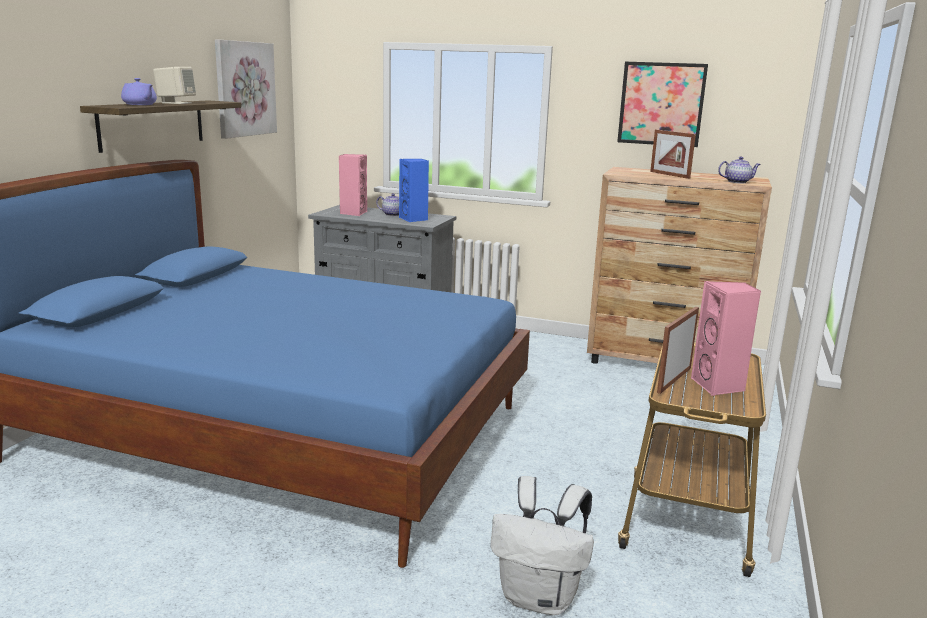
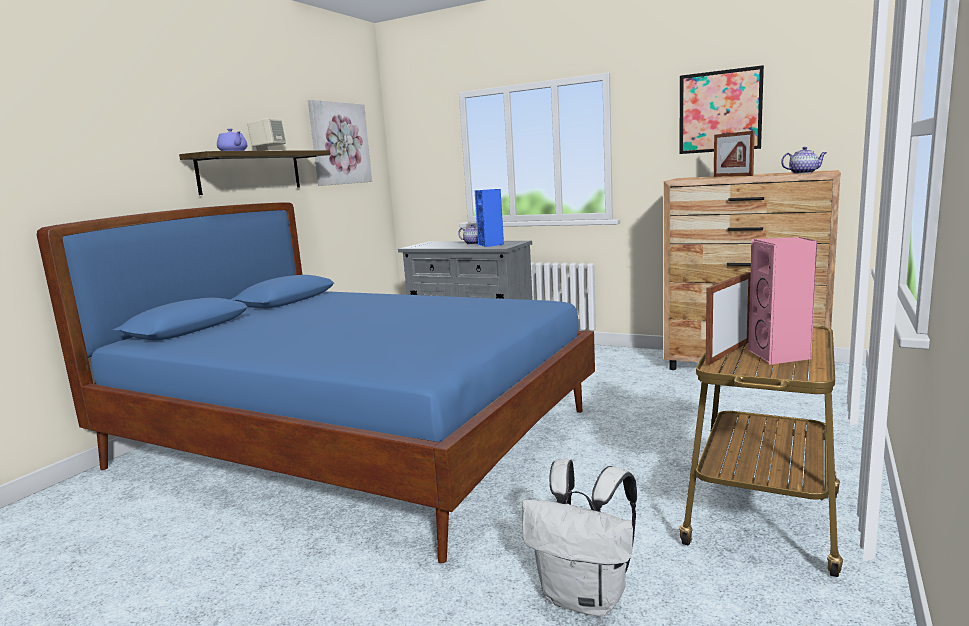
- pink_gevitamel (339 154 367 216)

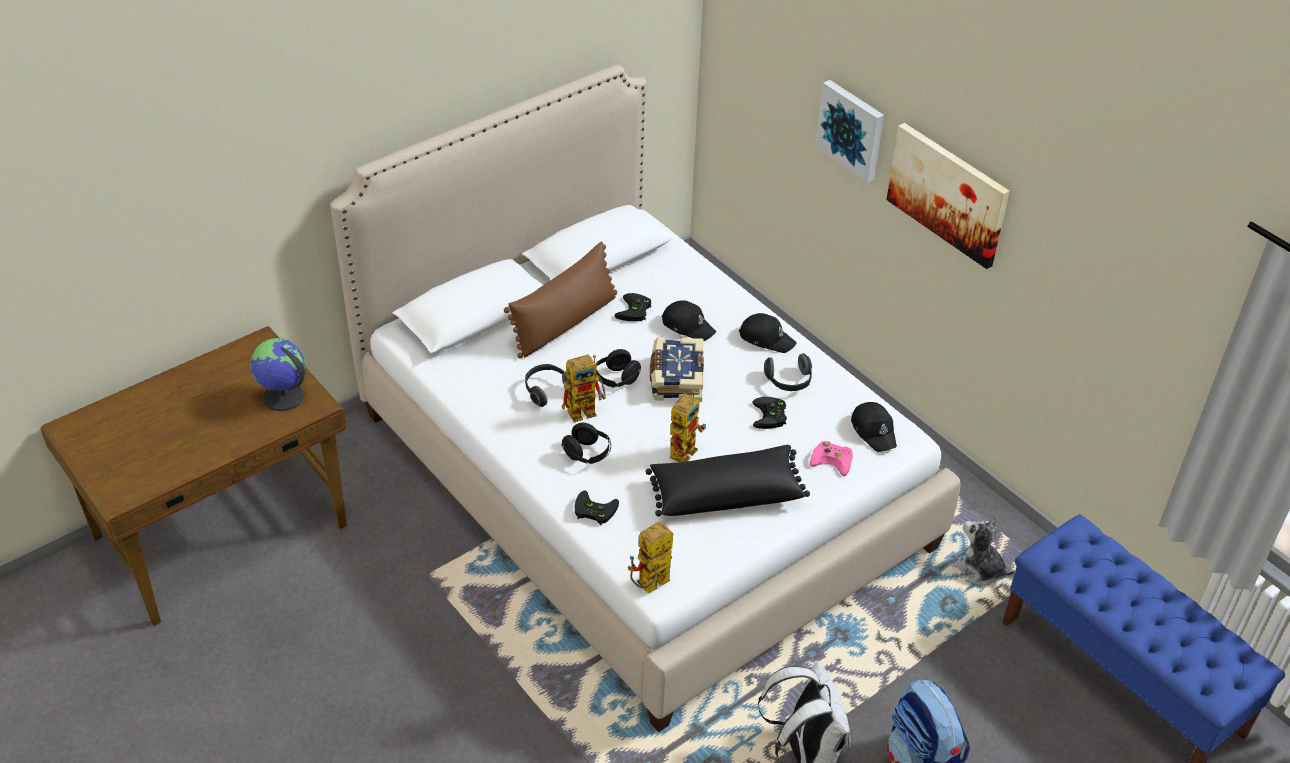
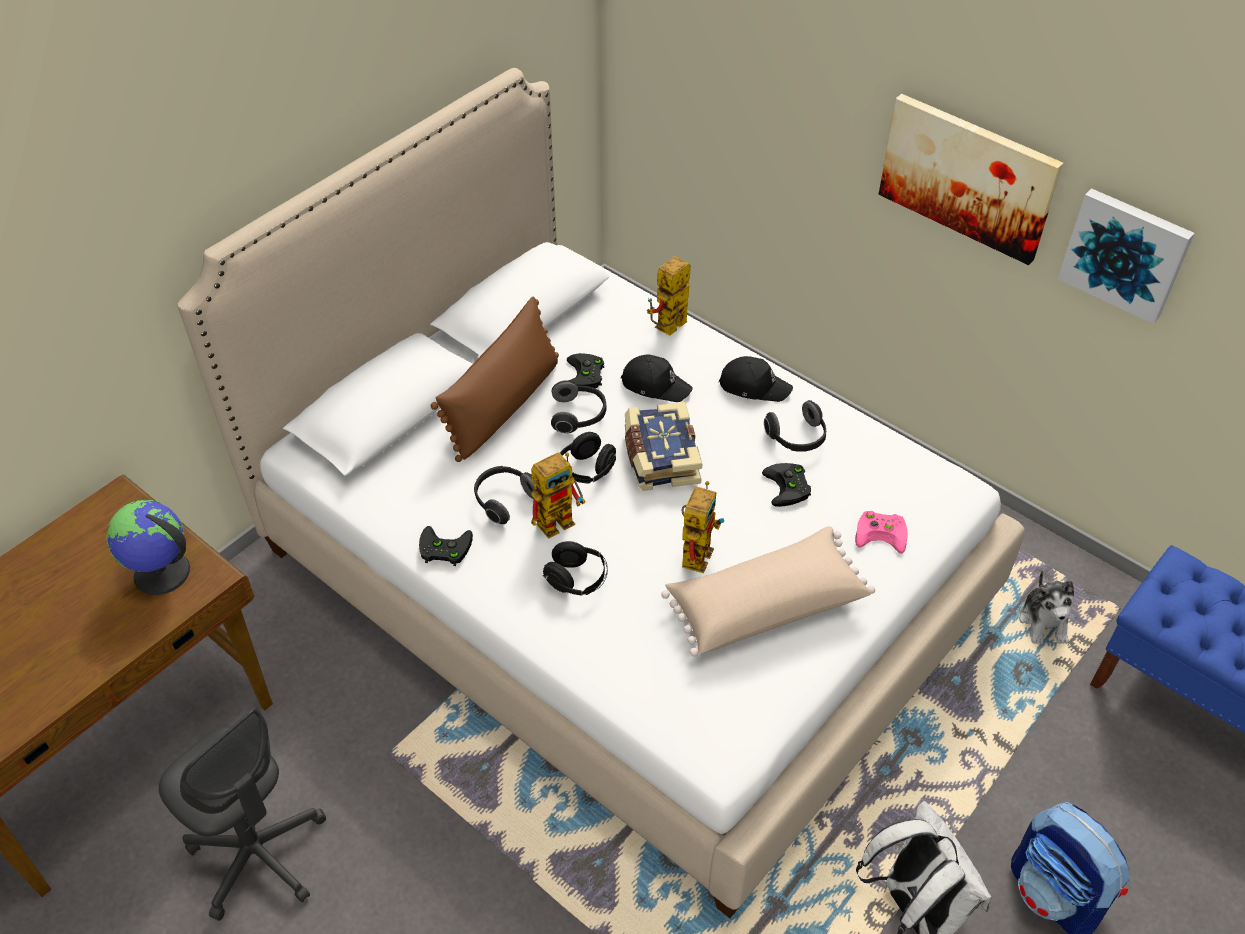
- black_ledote (851 402 897 452)
+ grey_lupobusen (159 708 326 921)
+ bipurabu (551 380 606 433)
~ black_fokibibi (575 490 619 525) to (419 526 473 566)
~ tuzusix (628 521 673 594) to (647 256 691 336)
~ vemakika (815 80 884 183) to (1057 188 1195 324)
~ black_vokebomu (646 445 810 517) to beige_vokebomu (661 526 875 656)
~ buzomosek (953 517 1015 586) = (1019 570 1074 644) 120 degrees counterclockwise

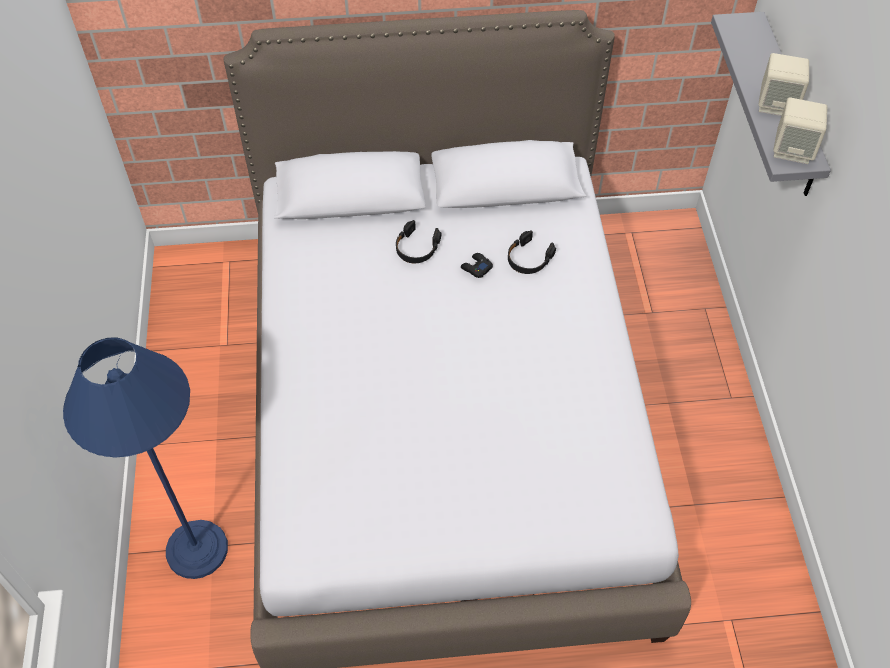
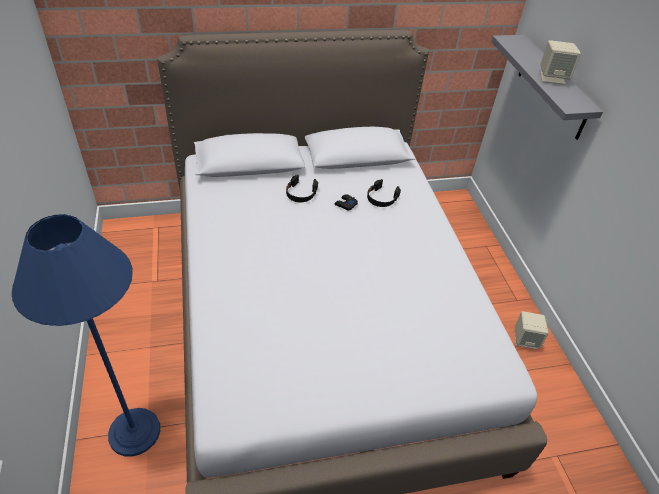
~ beige_gevitamel (773 97 827 164) to (515 311 548 349)

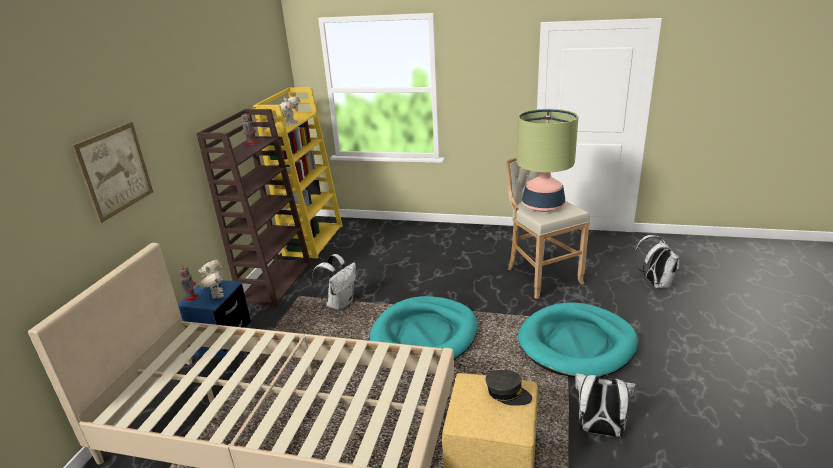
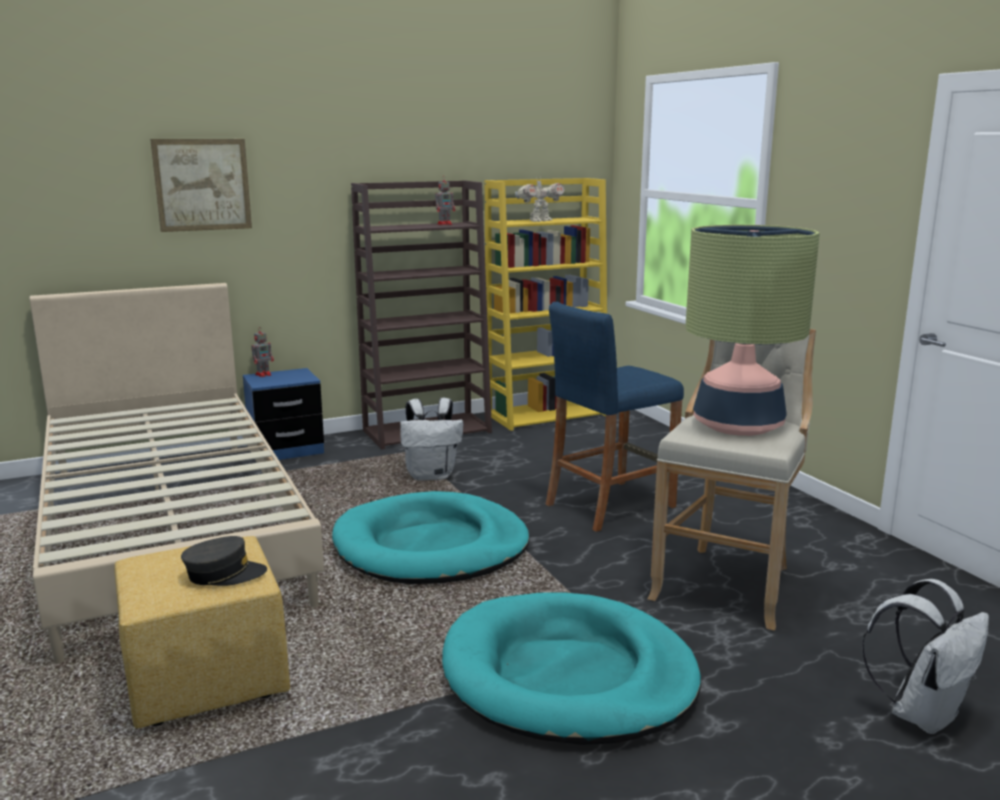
- tuzusix (198 260 224 299)
- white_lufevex (575 373 636 437)
+ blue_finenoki (545 302 684 532)
~ grey_ledote (486 370 532 406) = (181 536 267 586) 90 degrees counterclockwise

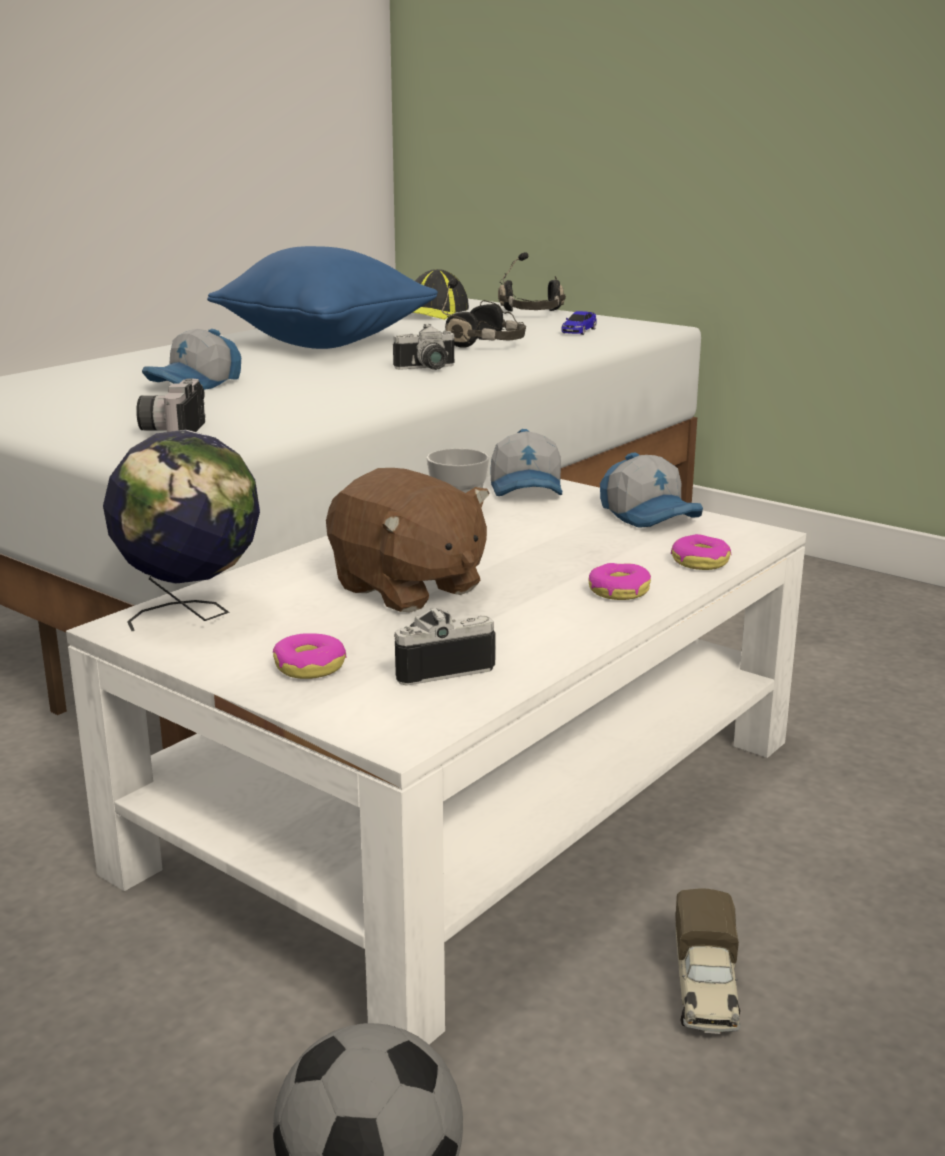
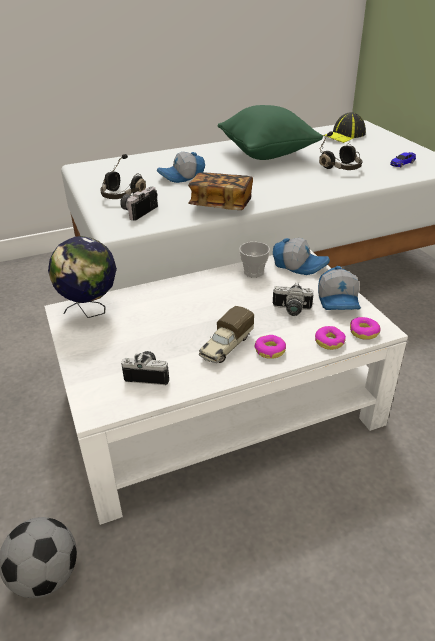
- brown_buzomosek (326 468 490 612)
+ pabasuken (188 172 253 210)
~ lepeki (273 633 346 679) to (350 317 381 340)
~ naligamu (393 324 454 370) to (273 282 313 316)
~ black_bipurabu (498 252 566 312) to (100 154 146 199)
~ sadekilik (675 888 741 1034) to (199 306 254 363)
~ blue_vokebomu (207 246 438 349) to green_vokebomu (218 105 323 160)
~ ledote (490 429 562 496) = (273 238 330 275) 90 degrees counterclockwise

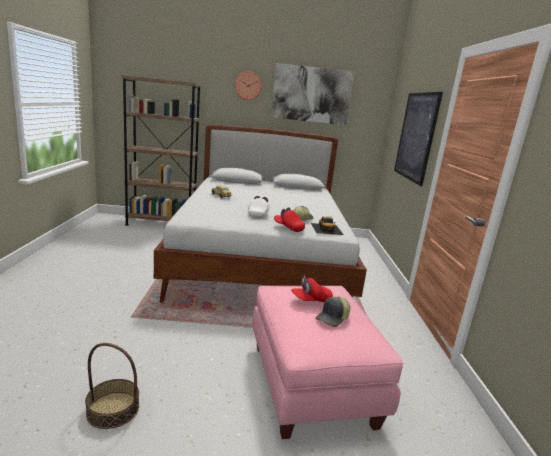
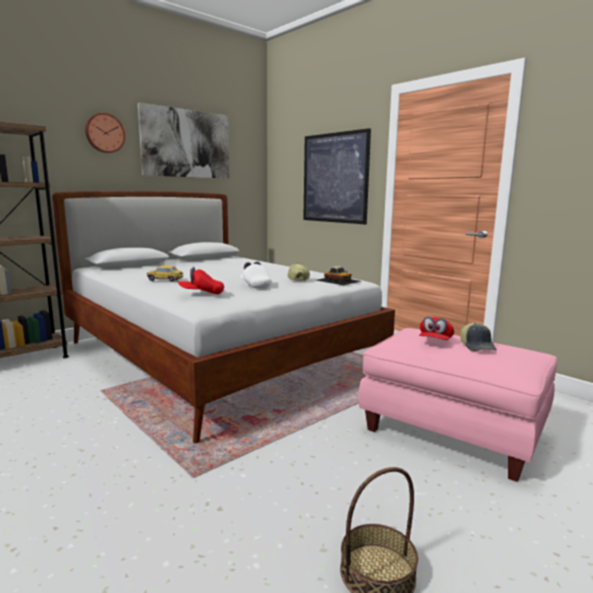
~ red_ledote (274 207 305 232) to (178 267 224 294)

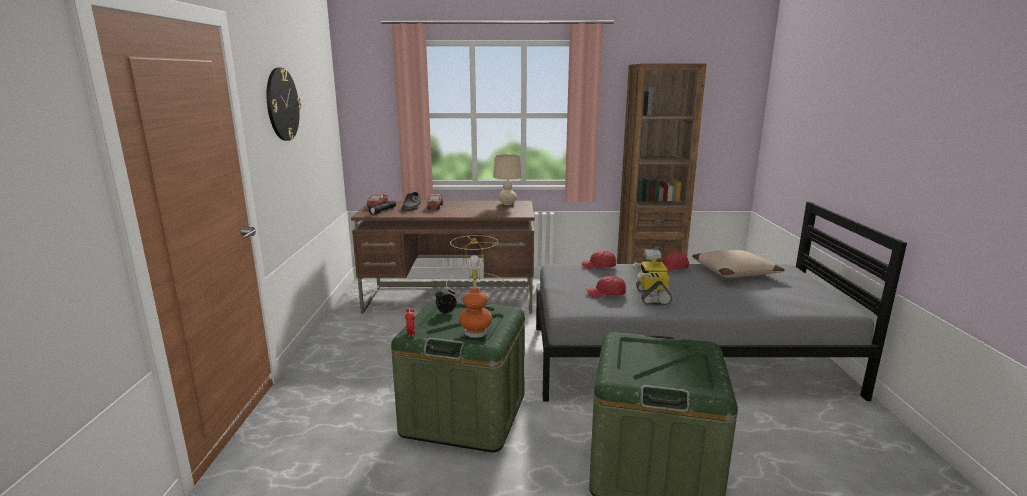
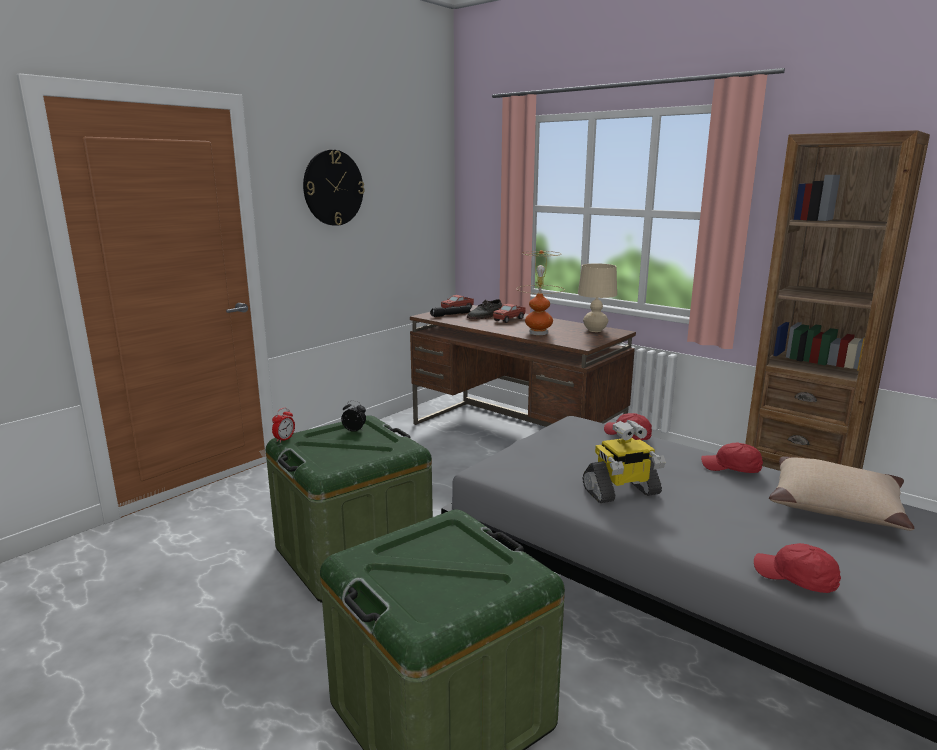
~ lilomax (446 235 504 338) to (516 250 565 335)
~ red_ledote (586 276 626 298) to (754 543 841 593)
~ tuzusix (633 249 672 305) = (583 420 666 503) 150 degrees counterclockwise

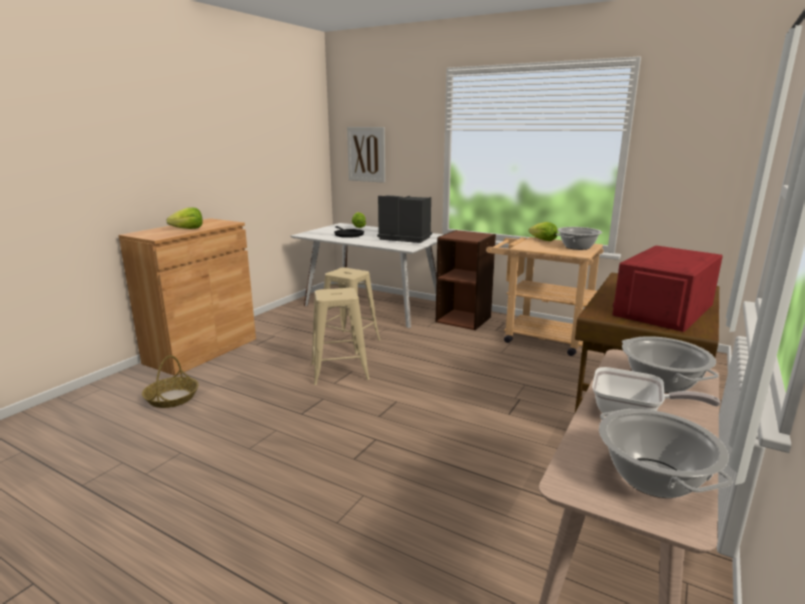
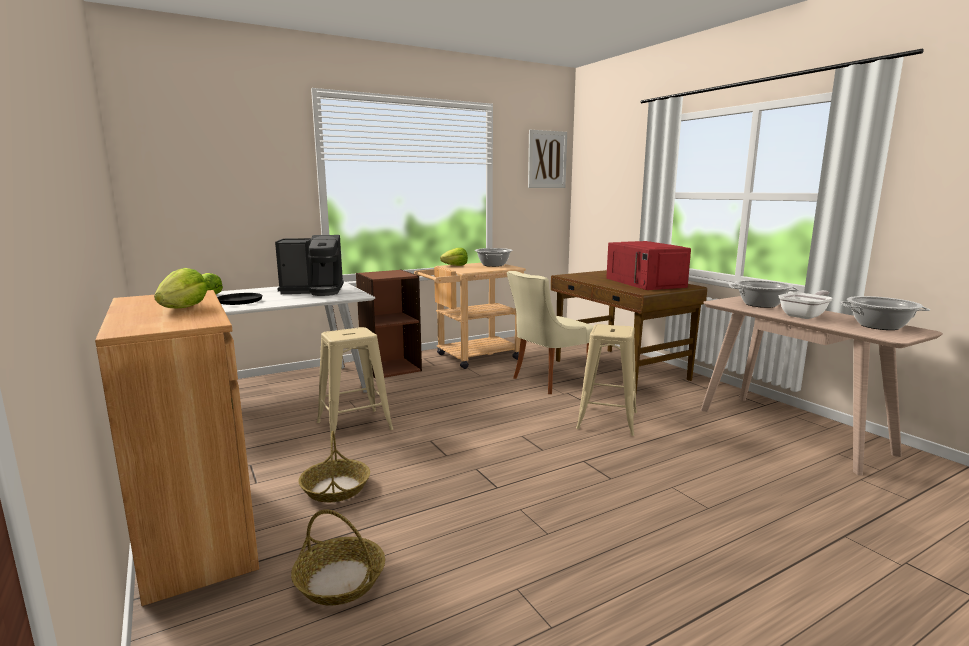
+ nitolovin (298 431 370 502)
+ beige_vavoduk (507 271 594 394)
~ beige_finenoki (311 288 370 385) to (576 324 637 436)
~ vemakika (347 127 385 183) to (528 130 567 188)
~ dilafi (377 195 432 243) = (275 235 344 296) 150 degrees counterclockwise

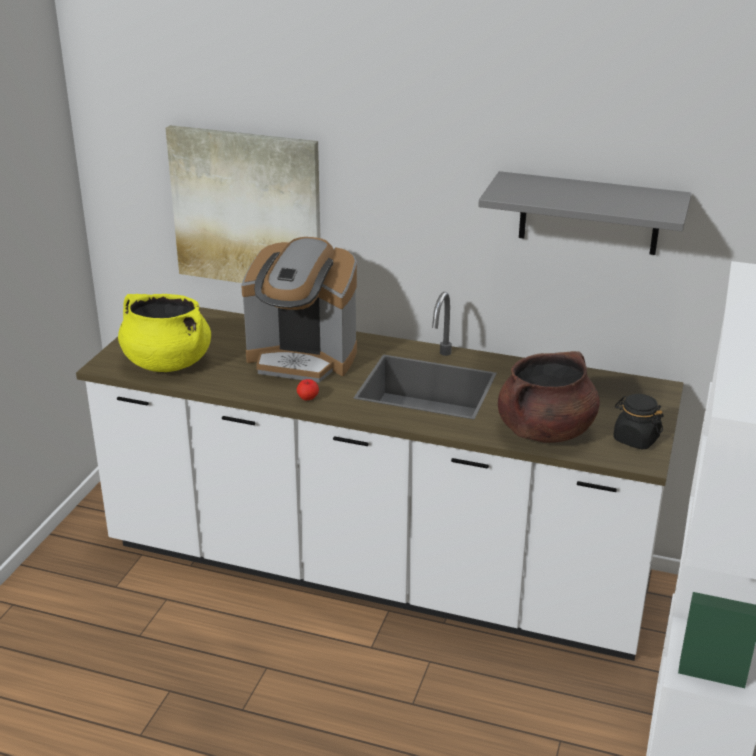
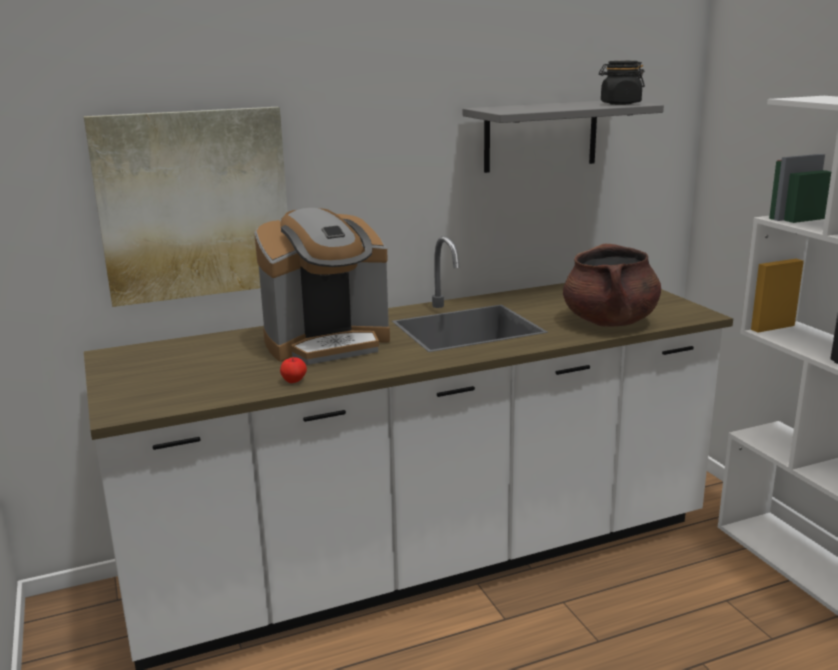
- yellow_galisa (118 294 211 372)
~ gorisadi (297 379 319 400) to (280 357 307 383)
~ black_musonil (613 394 664 449) to (599 61 645 105)

